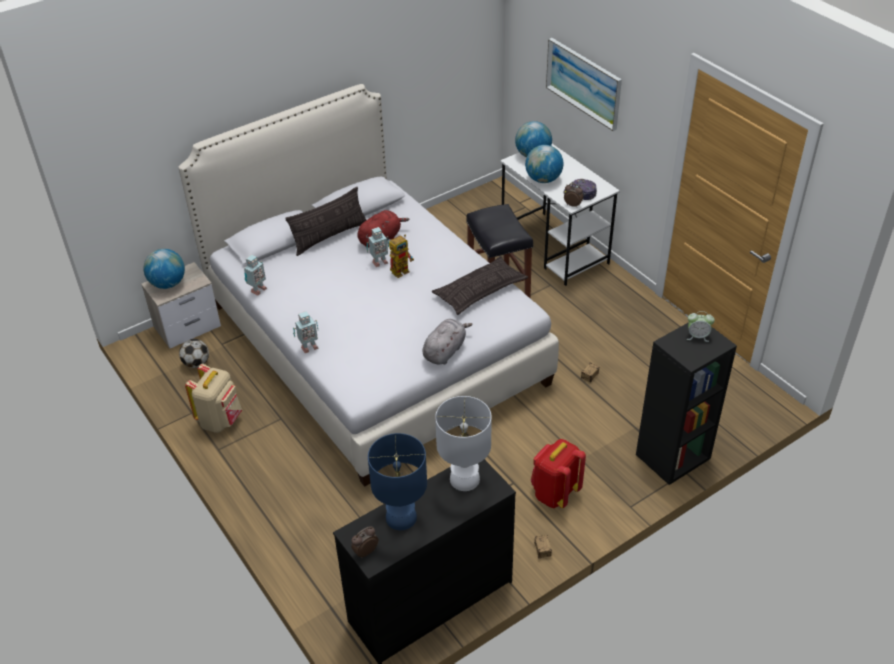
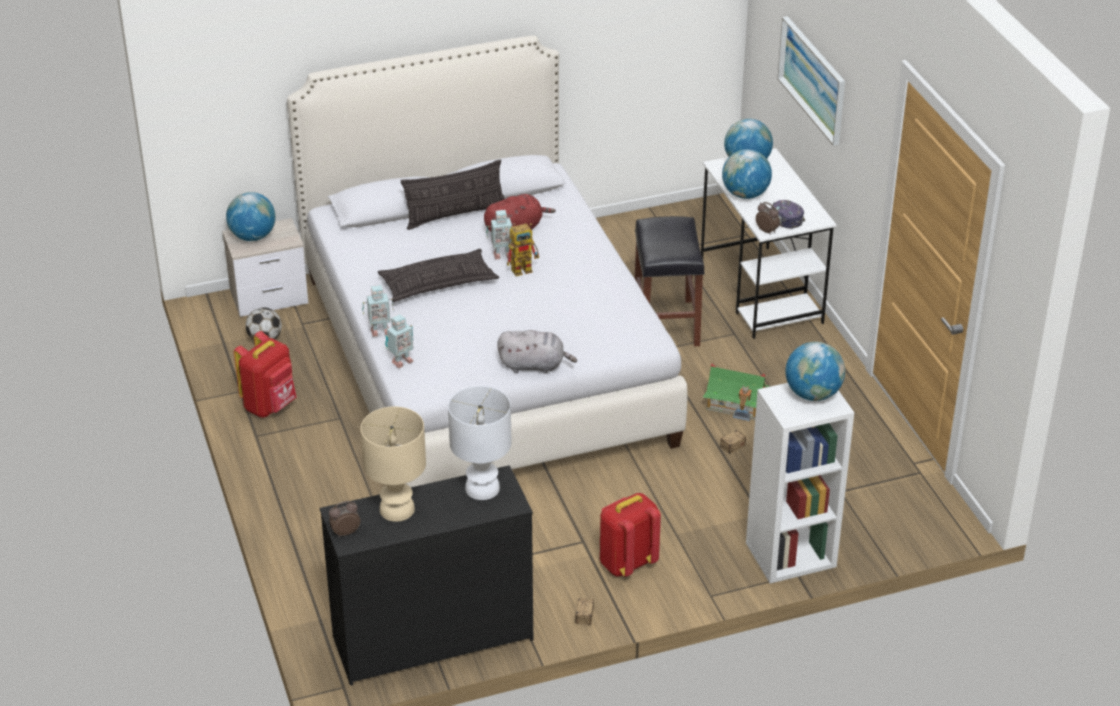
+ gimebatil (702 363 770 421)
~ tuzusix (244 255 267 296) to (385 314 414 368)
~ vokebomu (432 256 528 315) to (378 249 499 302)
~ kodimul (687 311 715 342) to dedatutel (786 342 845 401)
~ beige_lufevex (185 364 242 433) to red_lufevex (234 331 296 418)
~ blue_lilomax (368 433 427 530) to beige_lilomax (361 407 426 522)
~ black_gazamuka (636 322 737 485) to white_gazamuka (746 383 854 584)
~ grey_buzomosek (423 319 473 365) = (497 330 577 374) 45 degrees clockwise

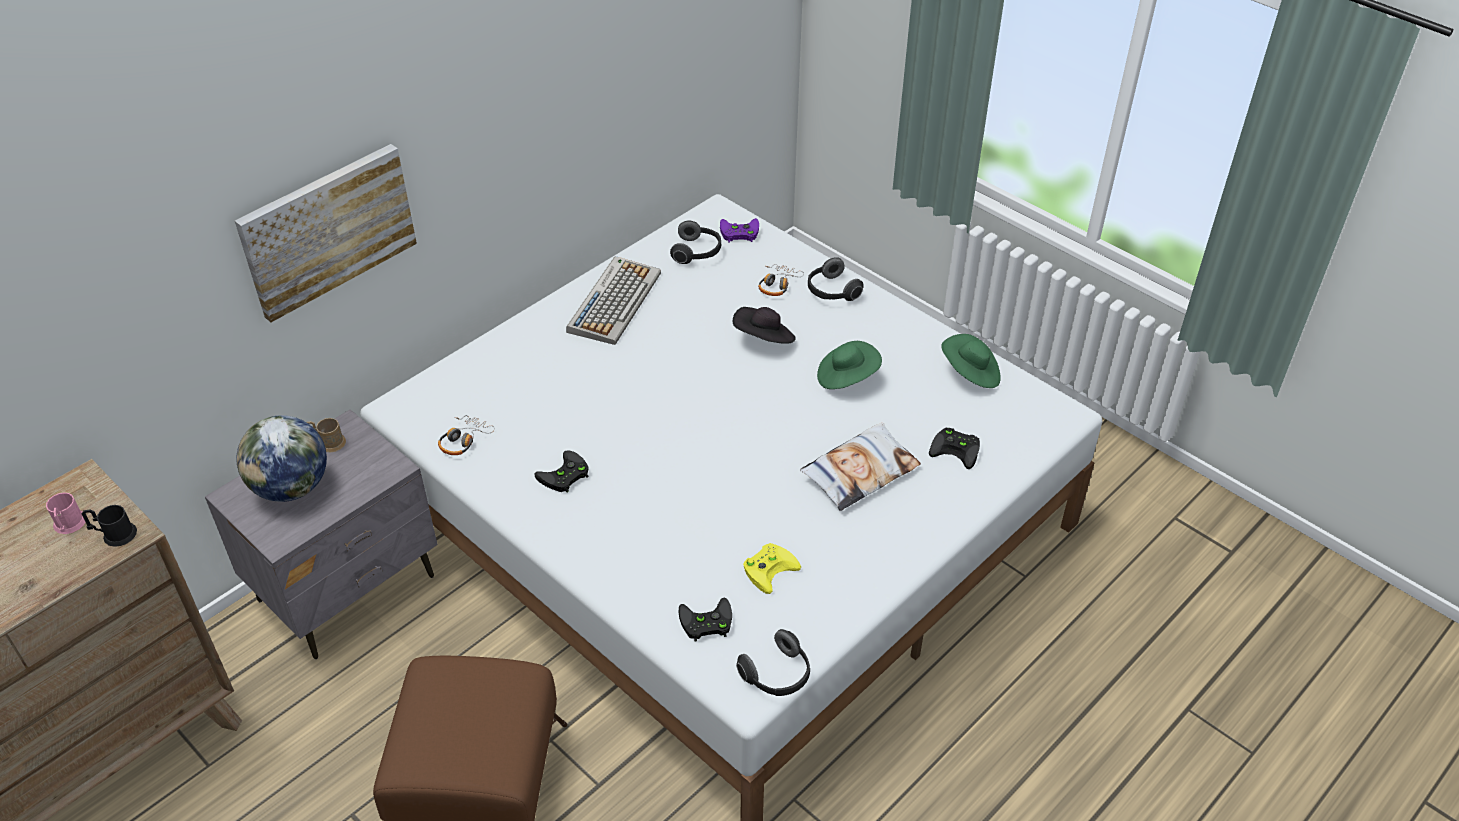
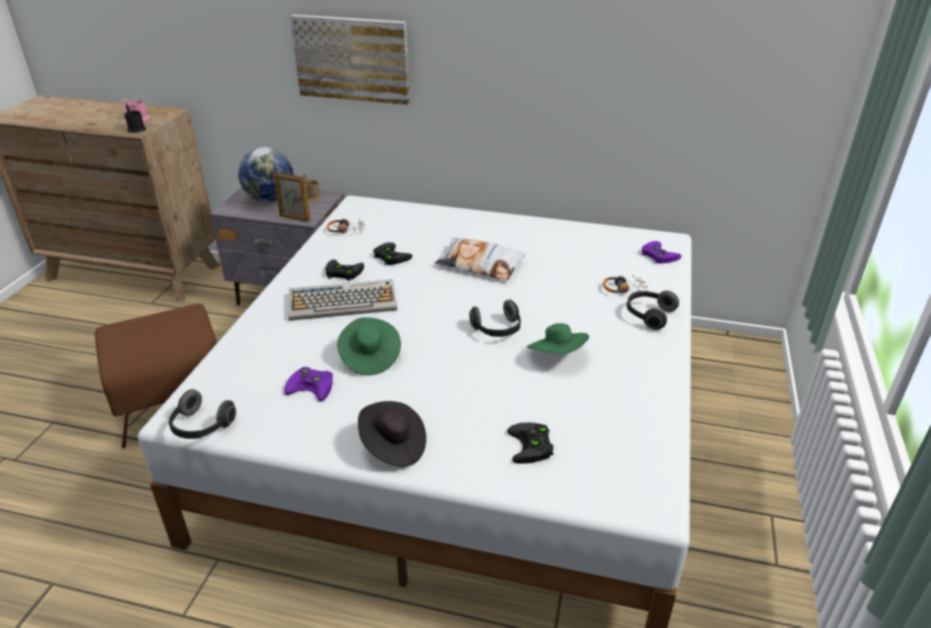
+ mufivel (273 172 310 222)
~ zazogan (566 256 661 345) to (288 279 397 321)
~ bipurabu (670 220 721 264) to (469 300 521 337)
~ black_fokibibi (679 598 732 642) to (373 242 412 265)
~ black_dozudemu (733 307 796 344) to (358 401 426 467)
~ vokebomu (800 423 921 511) to (435 238 526 280)
~ green_dozudemu (941 334 1001 388) to (337 317 401 376)
~ yellow_fokibibi (743 543 801 594) to purple_fokibibi (284 367 333 401)

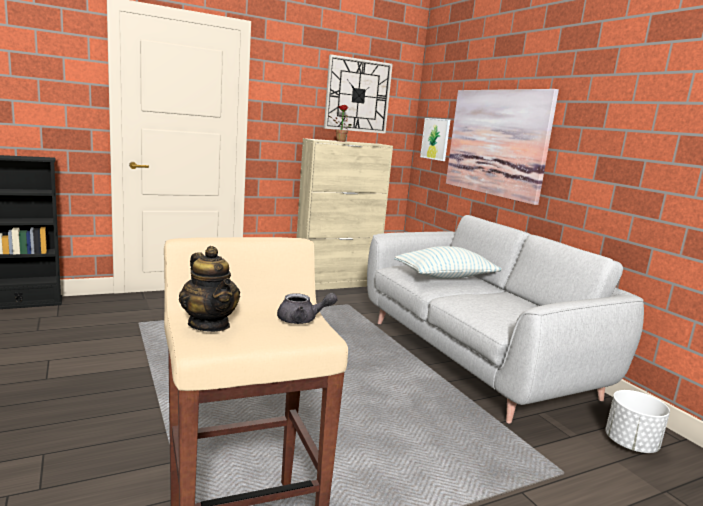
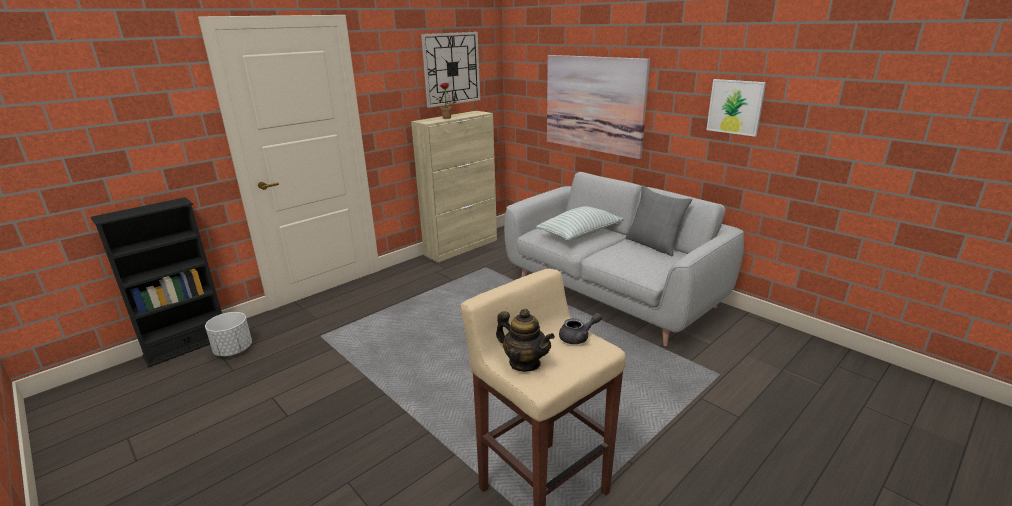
+ grey_vokebomu (625 185 692 256)
~ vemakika (420 118 450 161) to (706 79 766 137)
~ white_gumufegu (605 390 670 453) to (205 312 252 356)

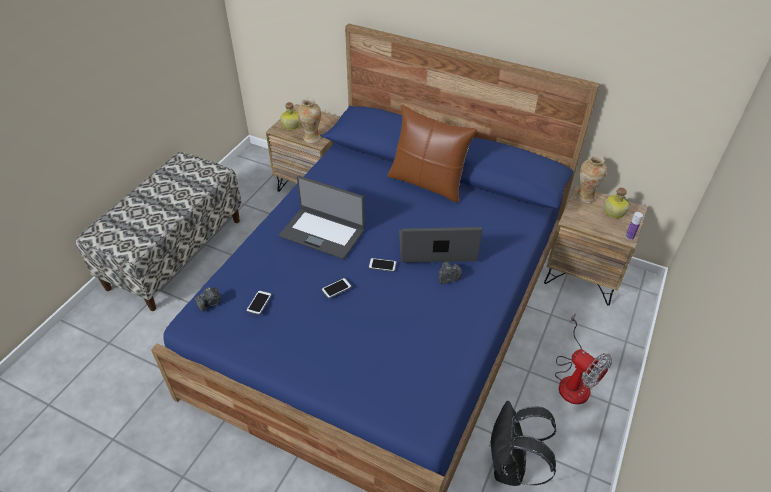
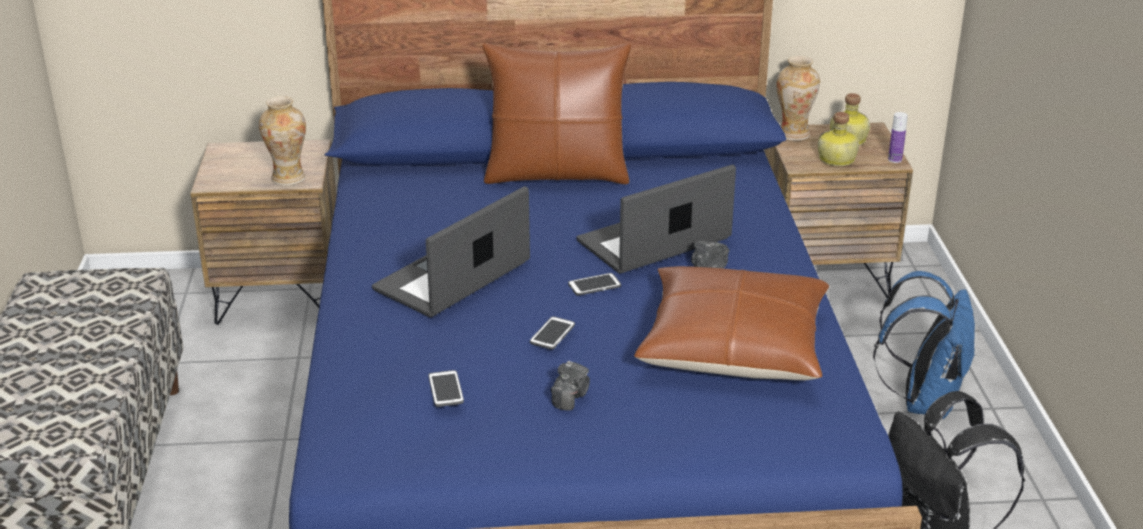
+ brown_vokebomu (634 266 829 380)
~ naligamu (195 287 221 311) to (551 361 590 411)
~ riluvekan (281 102 301 130) to (818 112 859 166)
~ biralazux (555 313 612 404) to blue_lufevex (873 271 975 419)
~ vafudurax (279 176 365 259) = (372 186 530 317) 135 degrees clockwise

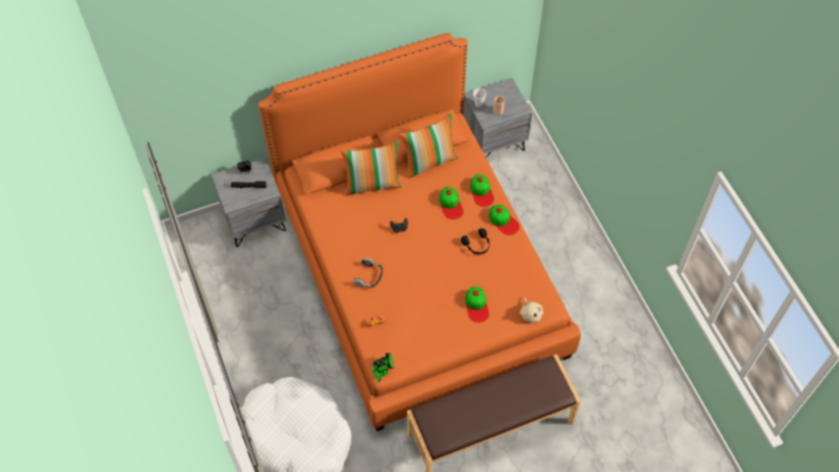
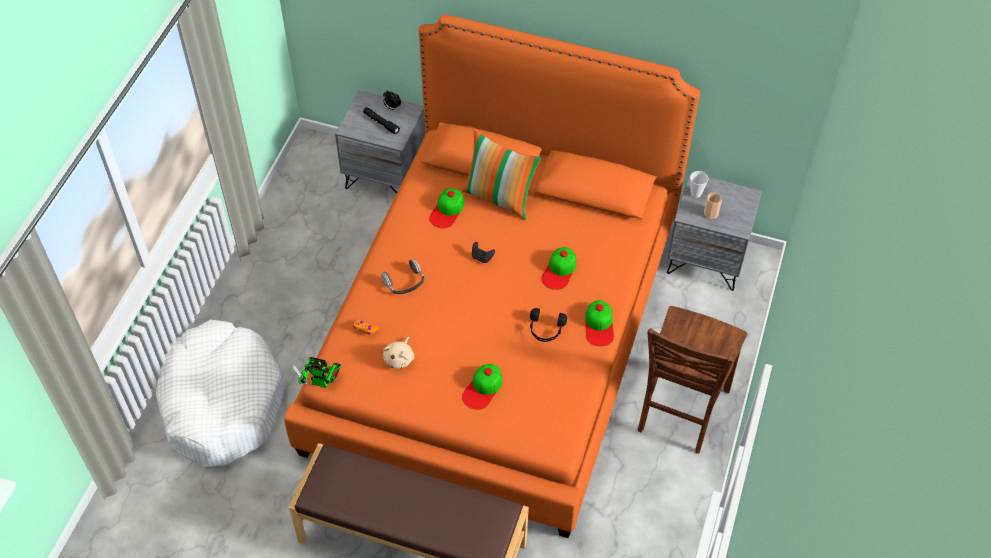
- vokebomu (399 114 458 179)
+ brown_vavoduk (638 306 747 454)
~ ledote (470 174 494 207) to (429 188 464 228)
~ beige_buzomosek (520 297 543 323) to (383 337 414 369)

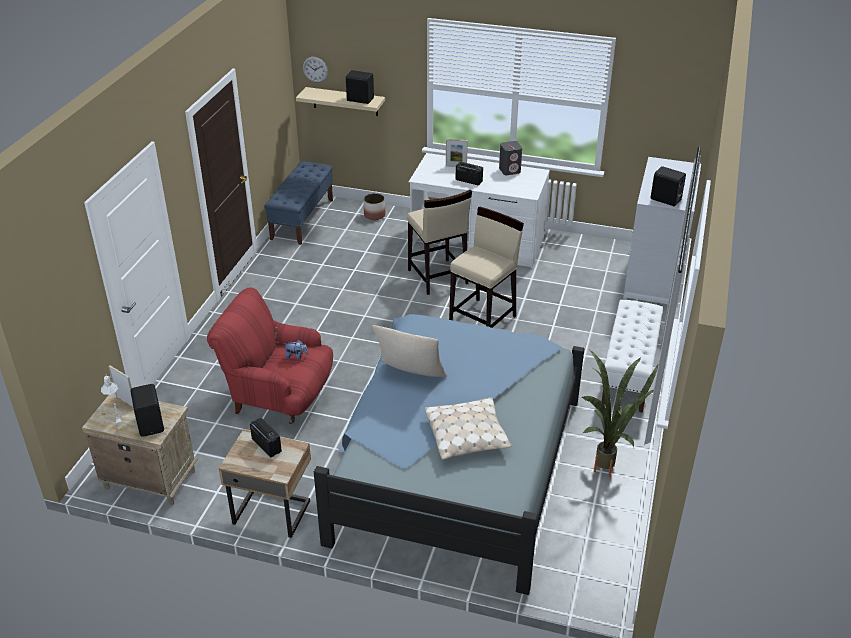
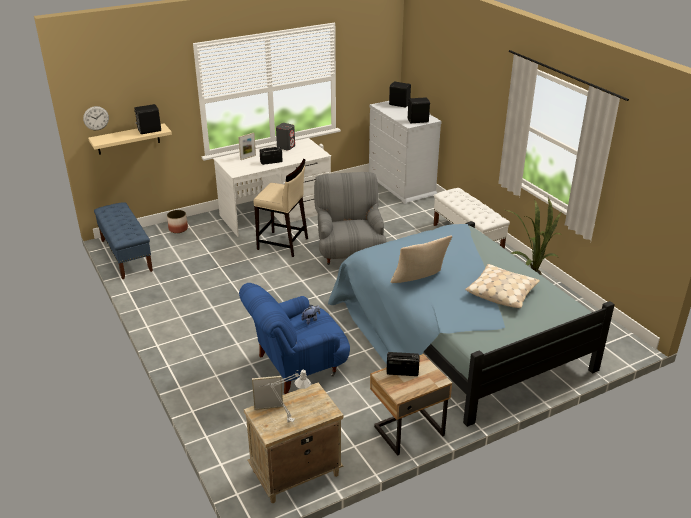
~ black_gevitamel (130 384 164 437) to (389 82 411 108)
~ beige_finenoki (449 207 524 328) to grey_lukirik (314 172 386 265)
~ red_lukirik (207 287 333 424) to blue_lukirik (239 283 350 394)

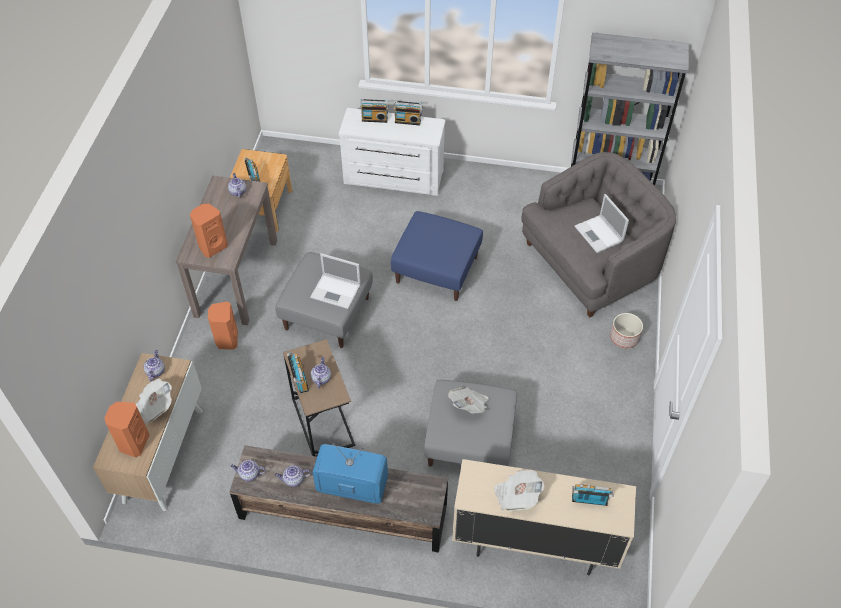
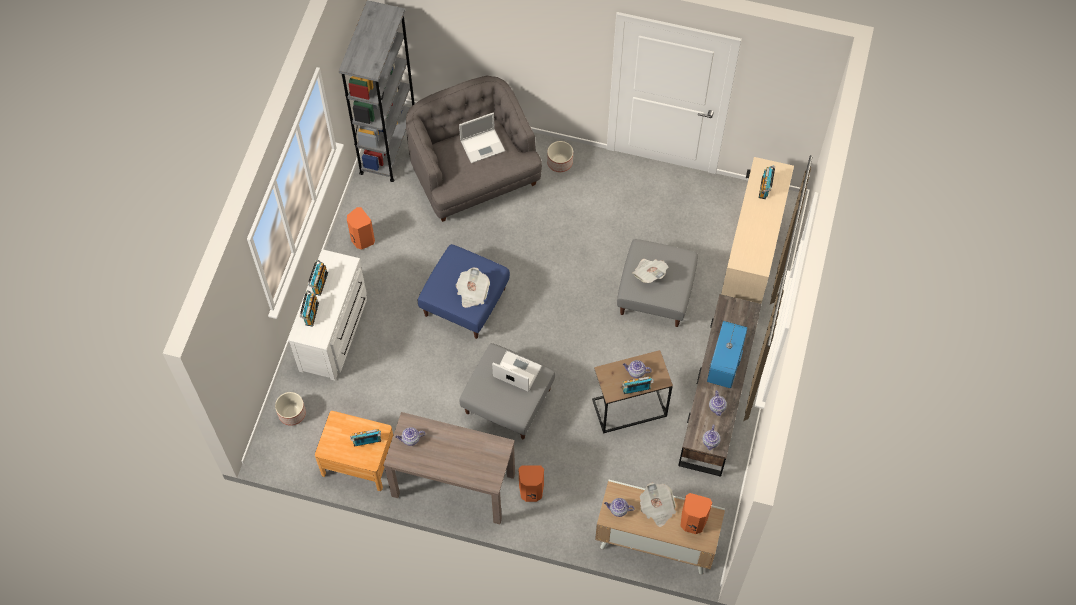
+ gumufegu (275 392 306 426)
~ orange_gevitamel (190 204 228 257) to (347 207 375 250)
~ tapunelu (494 470 544 511) to (456 268 490 308)
~ vafudurax (310 253 361 309) = (492 351 542 391) 90 degrees counterclockwise

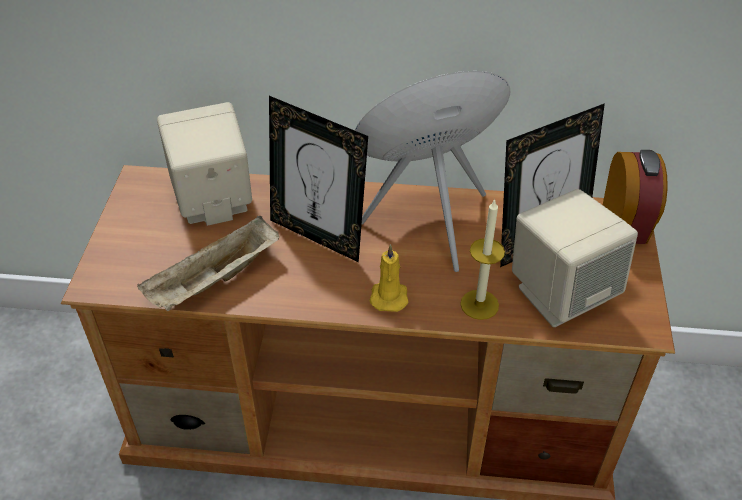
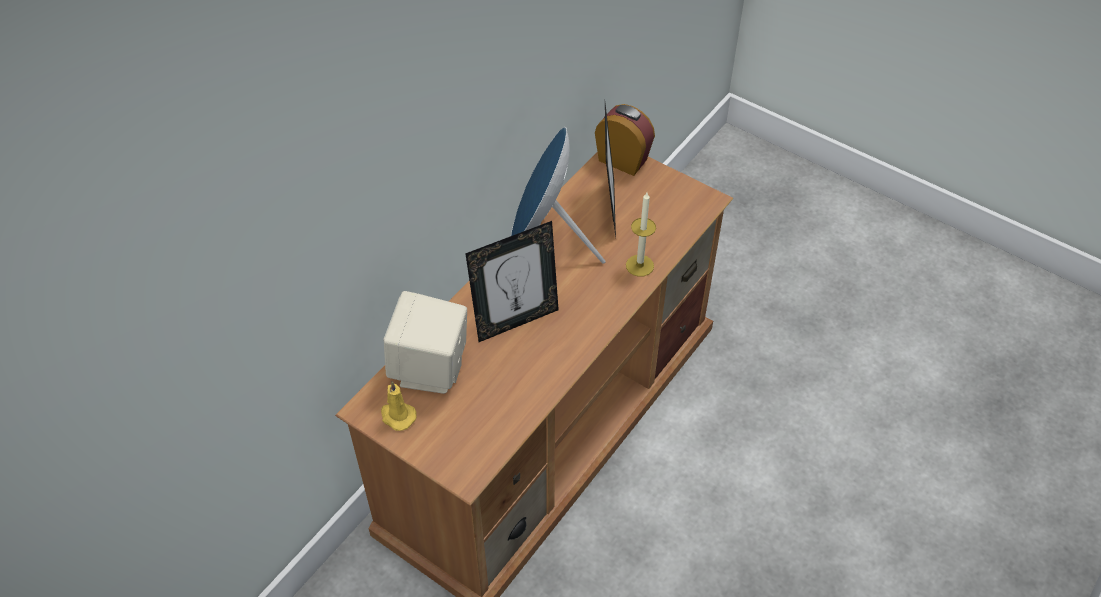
- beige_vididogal (137 216 279 311)
- beige_gevitamel (512 189 638 327)
~ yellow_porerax (369 244 408 312) to (381 382 417 431)

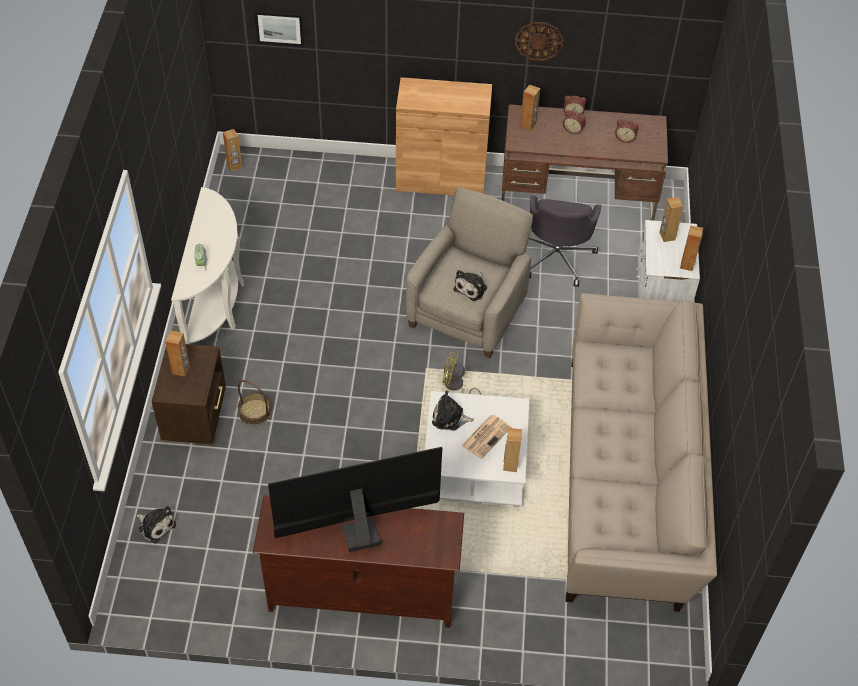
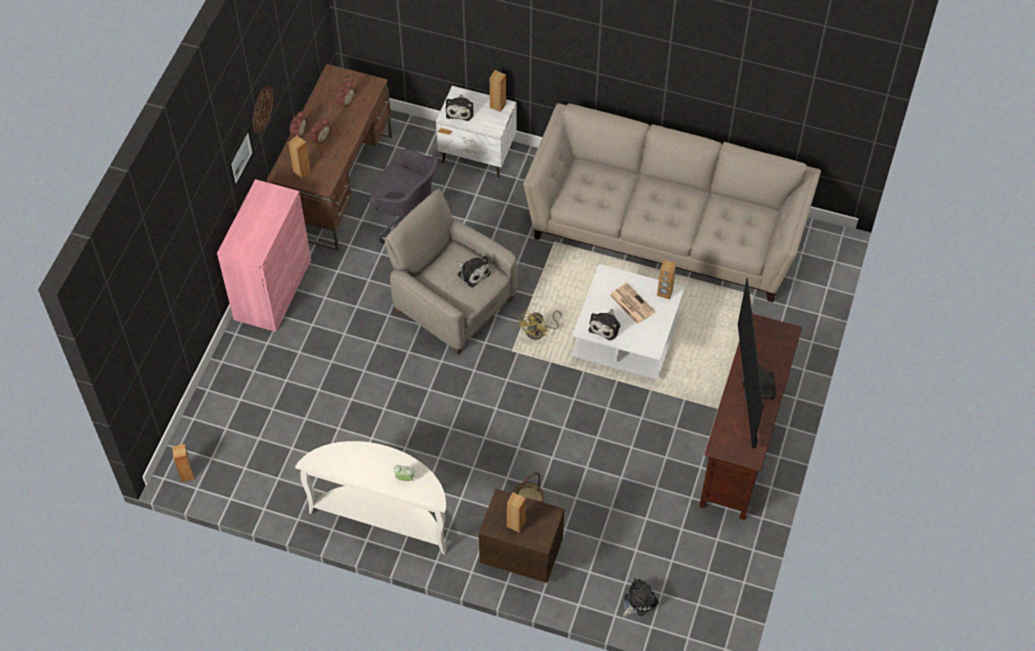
~ vemakika (255 11 304 47) to (227 127 254 189)
~ brown_gevitamel (659 197 684 242) to buzomosek (445 95 474 121)
~ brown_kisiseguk (396 77 492 195) to pink_kisiseguk (217 179 311 332)

